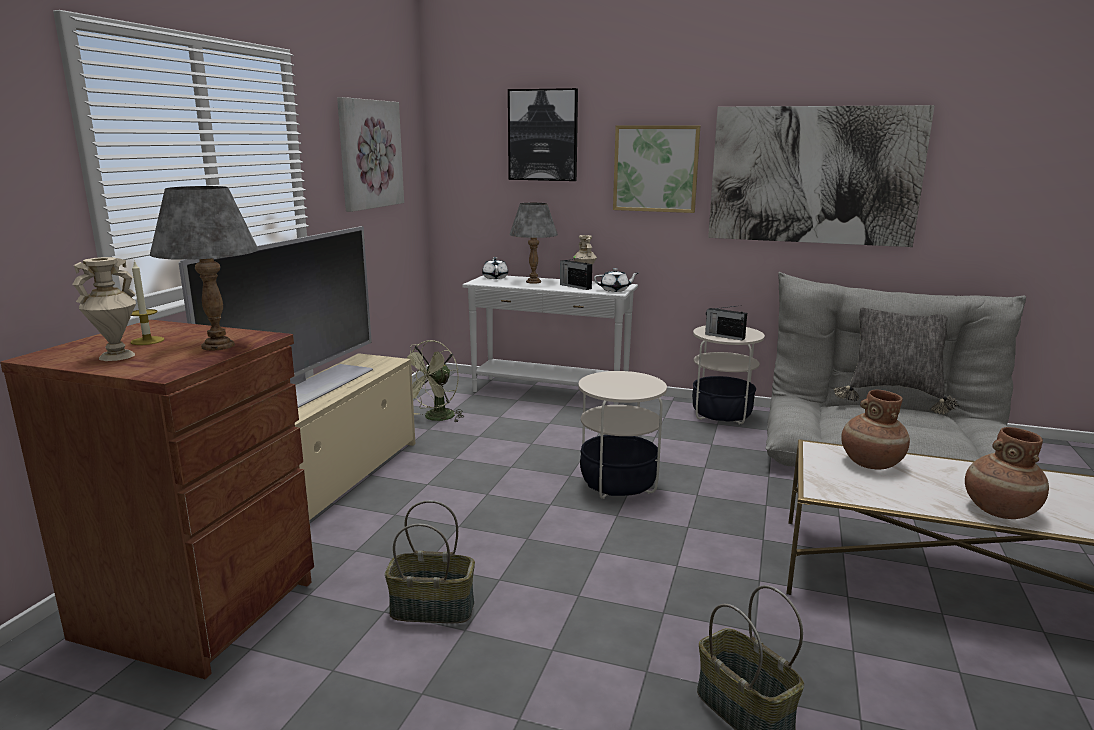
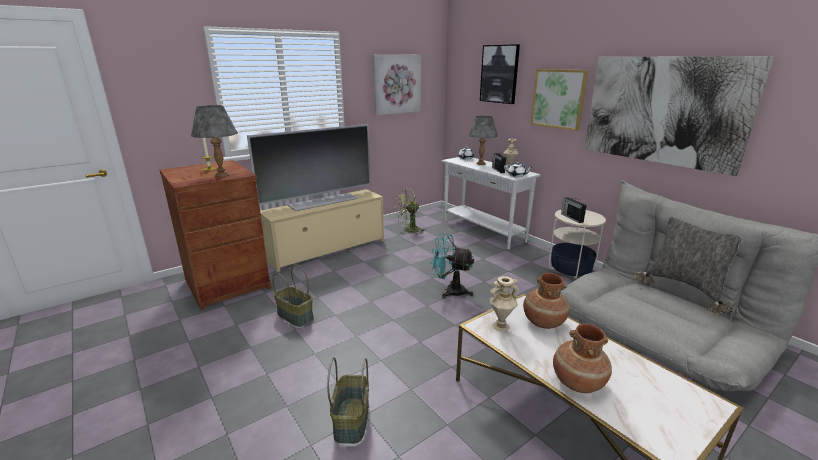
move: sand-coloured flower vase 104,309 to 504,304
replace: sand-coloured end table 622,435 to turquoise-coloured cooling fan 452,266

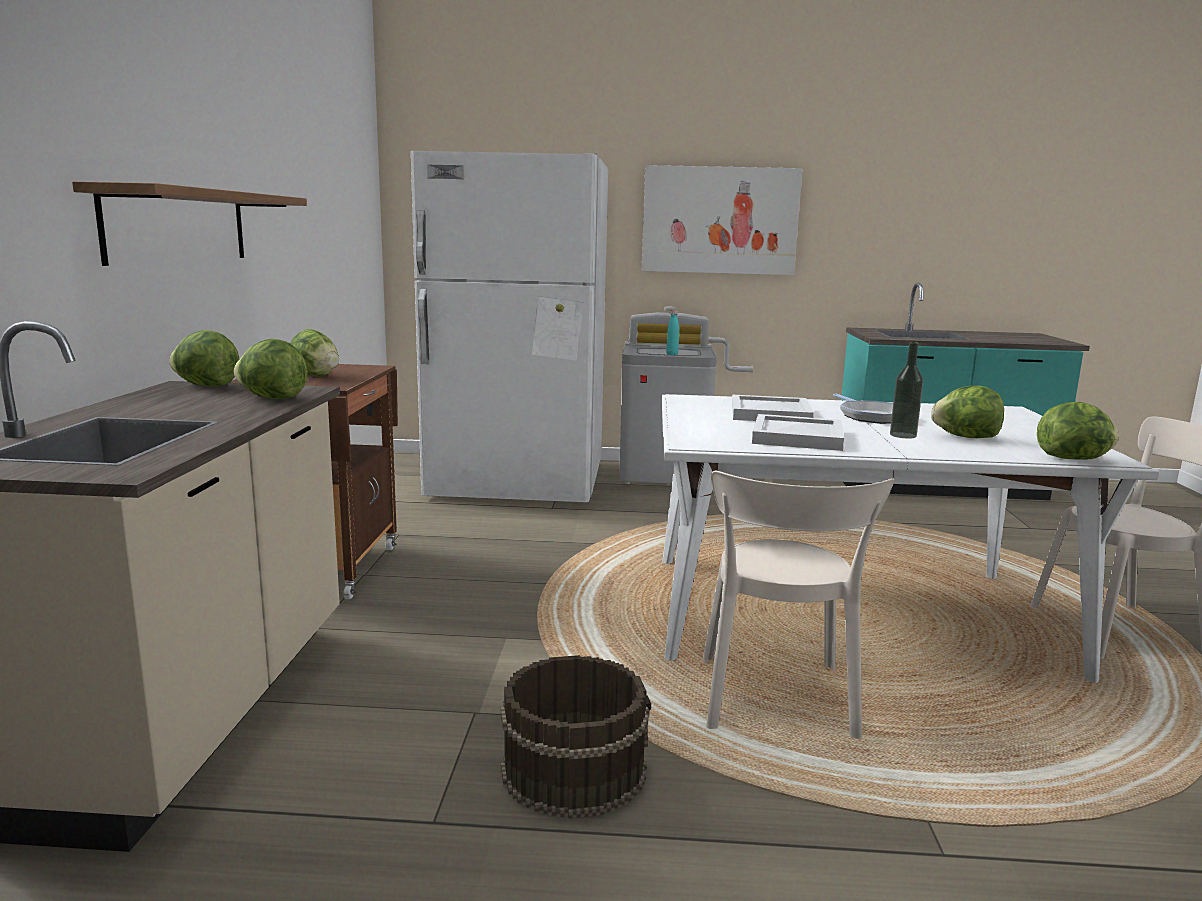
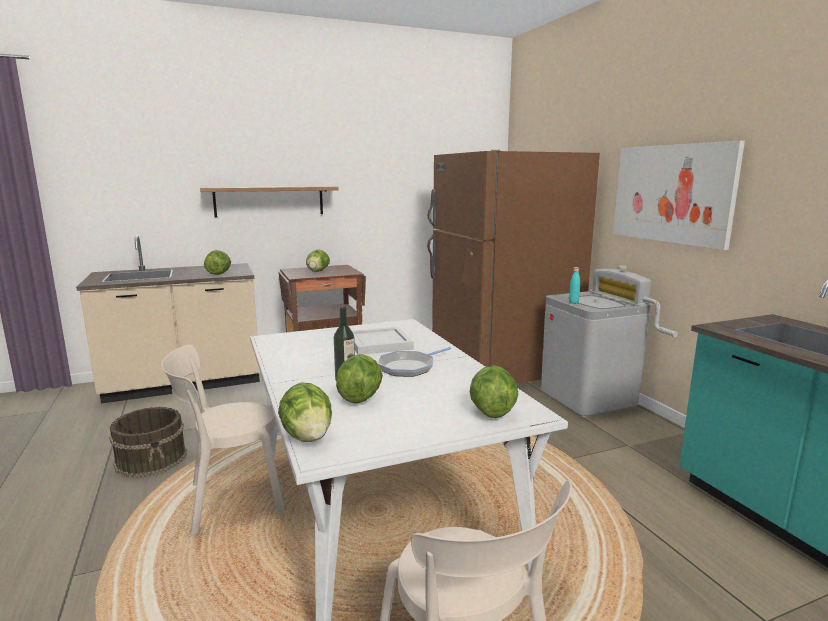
delete: white-coloured carrying tray 798,432
move: lettuce 204,358 to 493,391
recolor: white-coloured fridge 509,326 to brown-coloured fridge 513,266

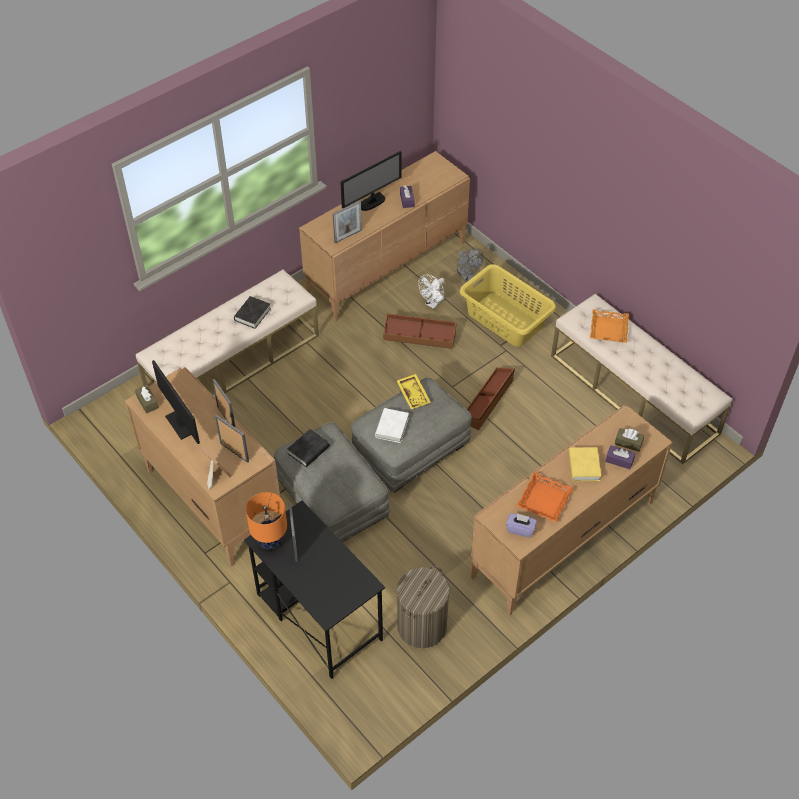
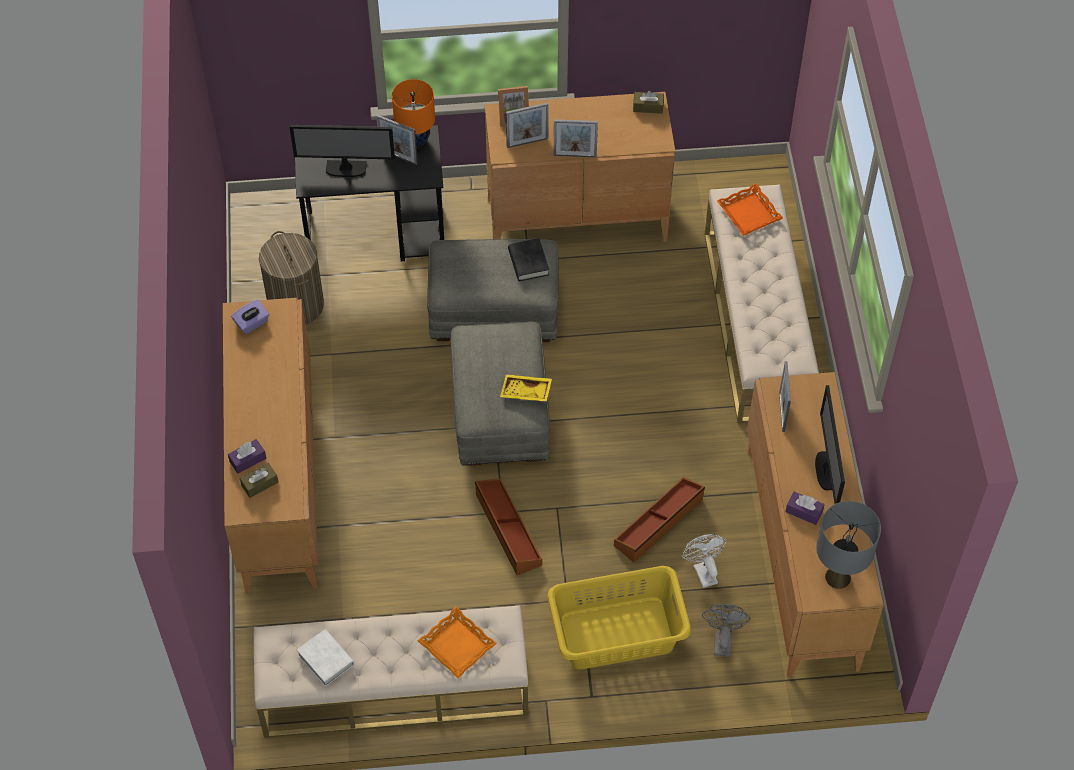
delete: blackish volume 252,312; yellowish volume 585,464
insert: gray table lamp 848,545
move: computer display 176,402 to 342,151; white-coloured volume 392,425 to 325,658; orange carrying tray 545,497 to 750,209
rotate: gray cooling fan 470,265 = 726,630 90 degrees clockwise

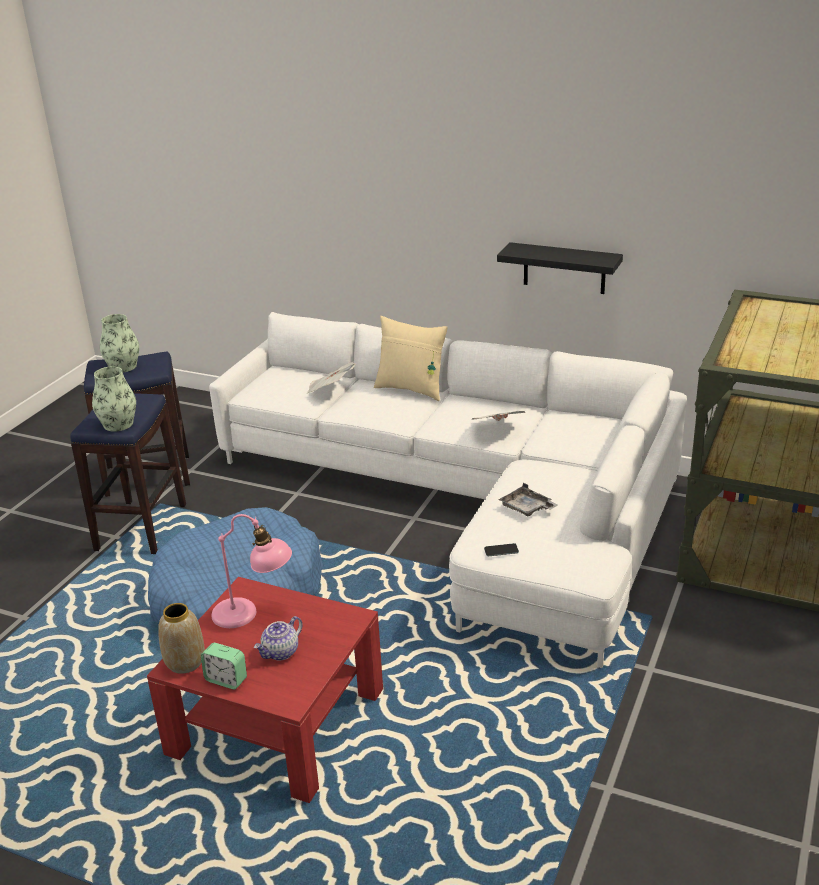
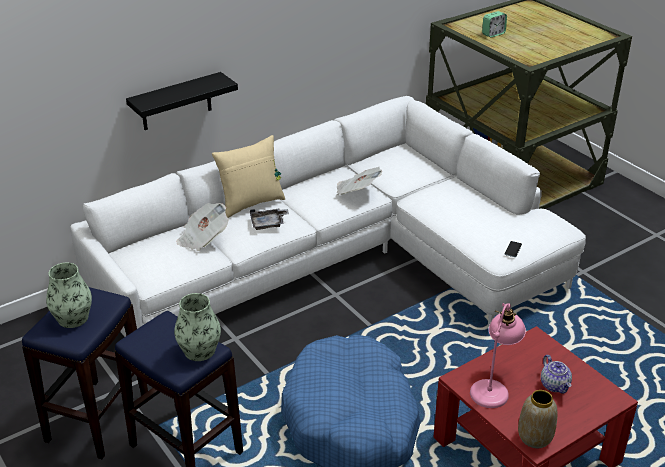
move: blackish shelf 560,268 to 182,101; gray carrying tray 527,500 to 269,219; table clock 224,666 to 494,24

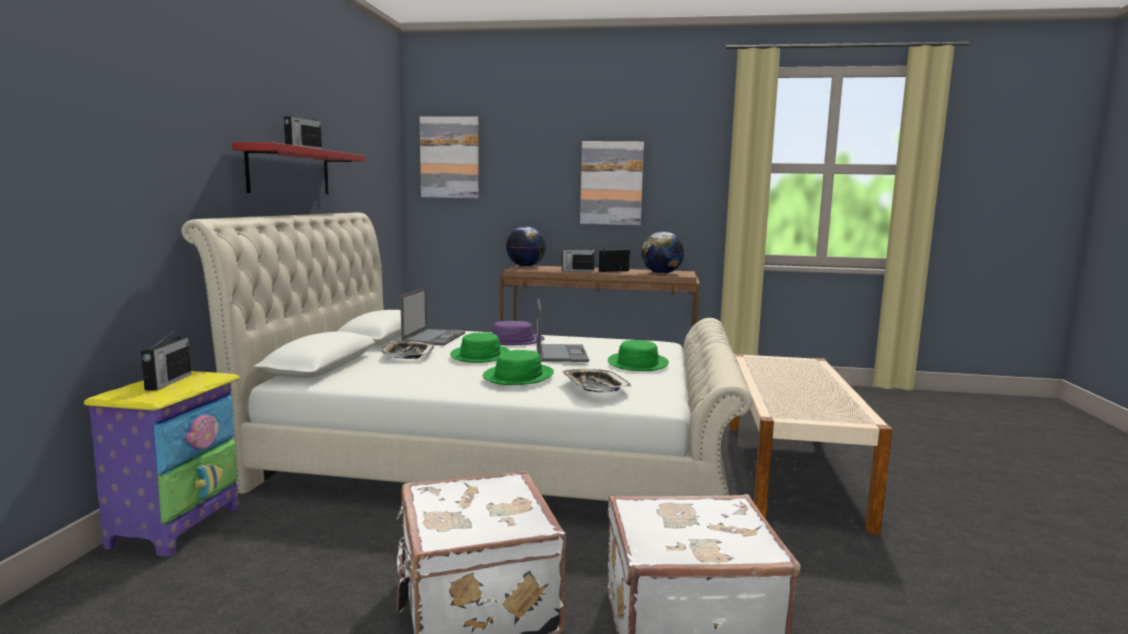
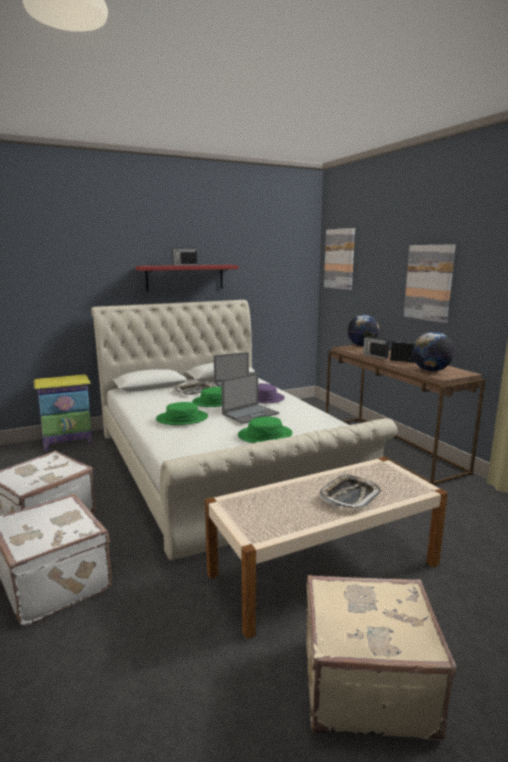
delete: radio receiver 166,360
insert: sand-coloured suitcase 381,657
move: carrying tray 596,380 to 350,492

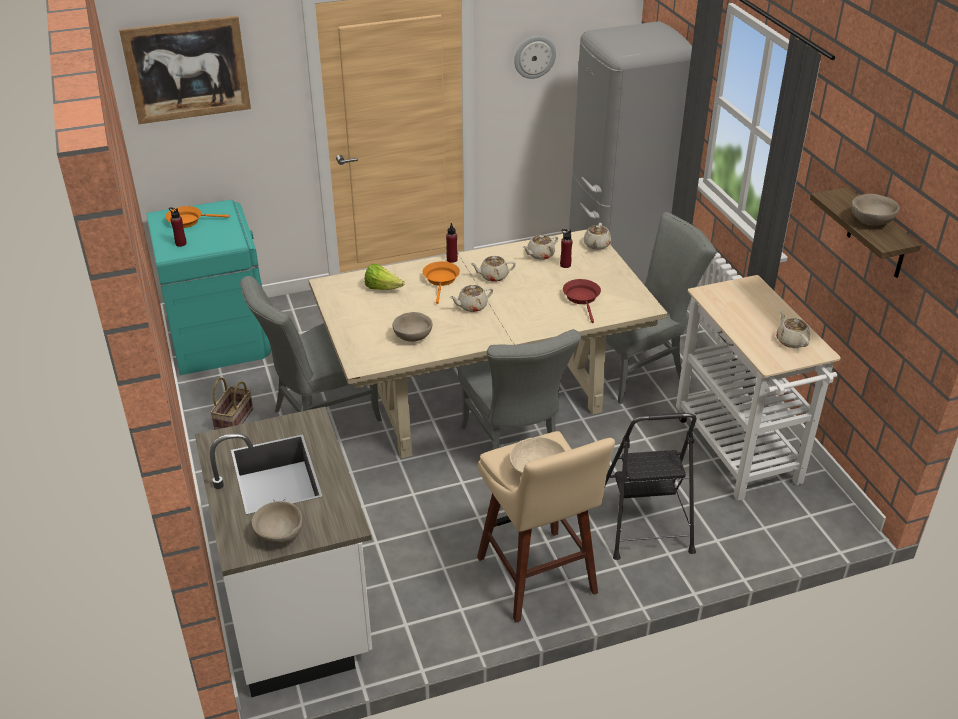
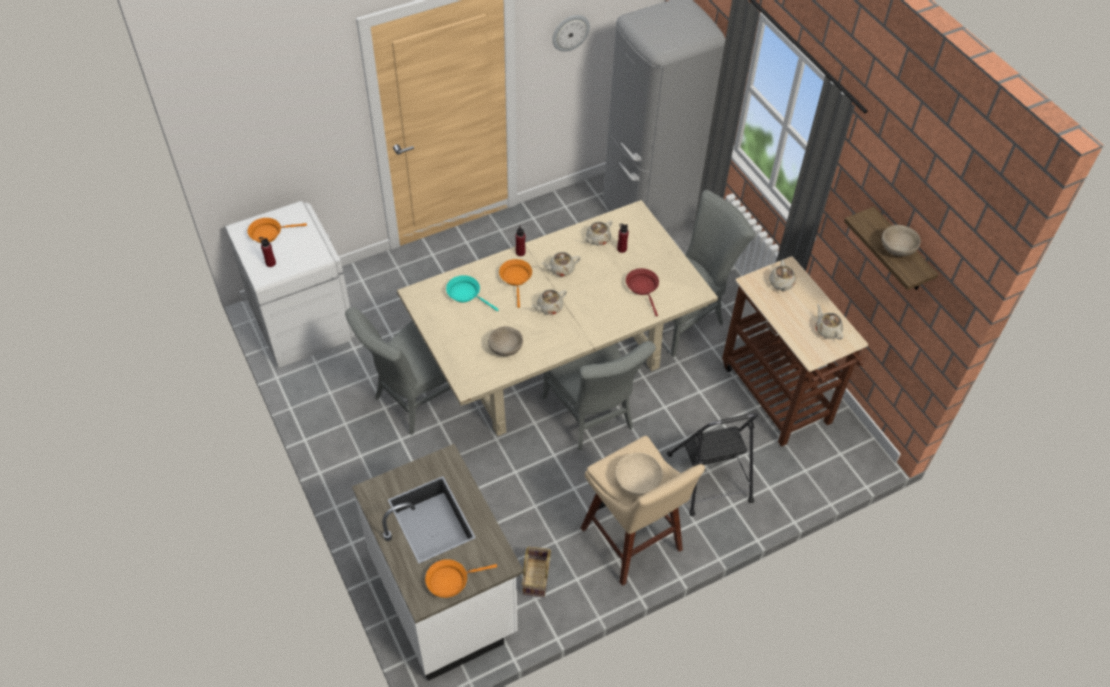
delete: wall art 185,70
move: household basket 231,404 to 536,572; sand-coloured tea pot 597,236 to 782,275
replace: sand-coloured serving bowl 277,523 to orange skillet 461,578; lettuce 385,277 to turquoise-coloured skillet 472,293
recolor: turquoise-coloured washing machine 208,287 to white-coloured washing machine 290,284; white-coloured cart 758,388 to brown-coloured cart 795,351

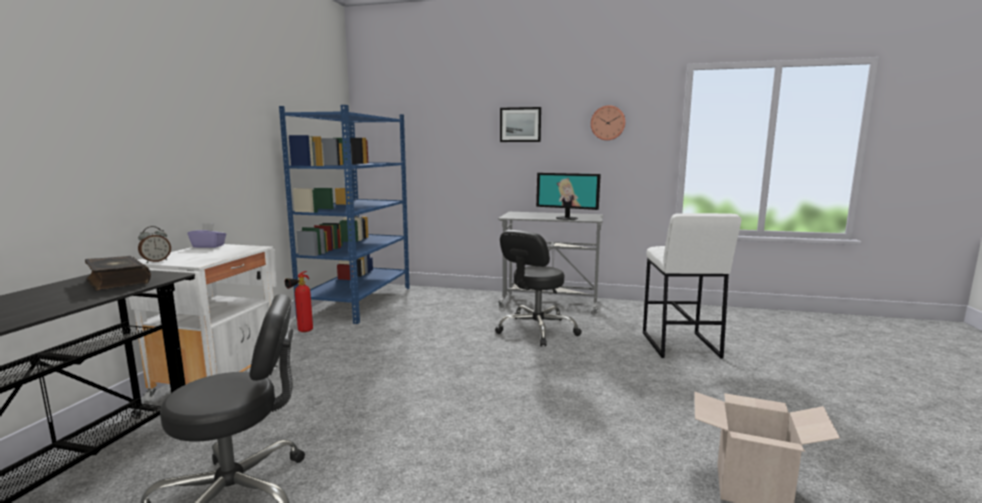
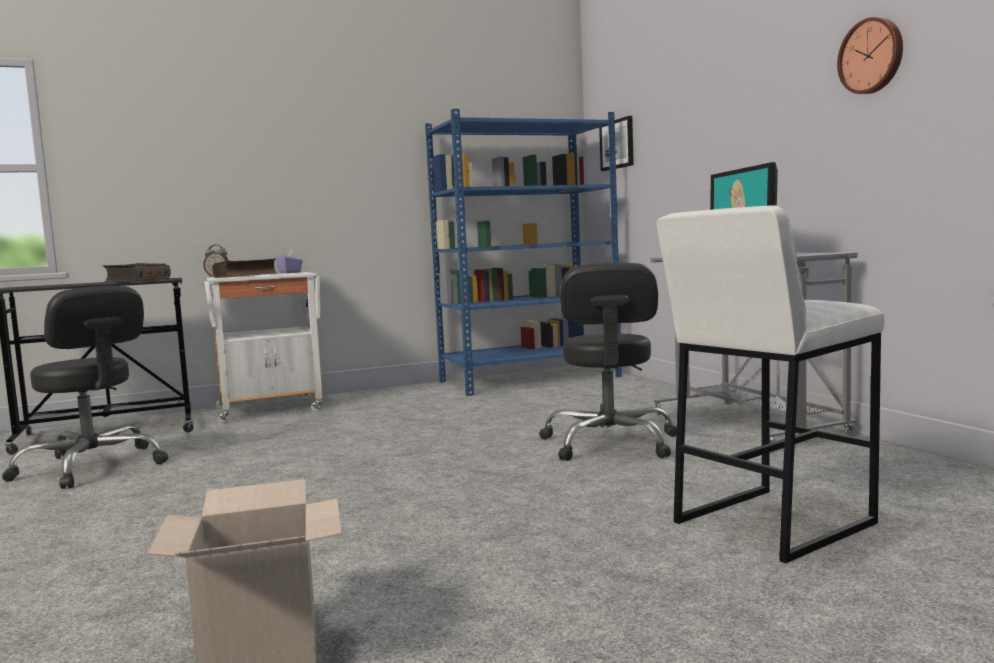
delete: fire extinguisher 299,301
insert: volume 244,268
move: wall art 520,124 to 616,143
rotate: blackish office chair 538,288 = 608,362 90 degrees counterclockwise

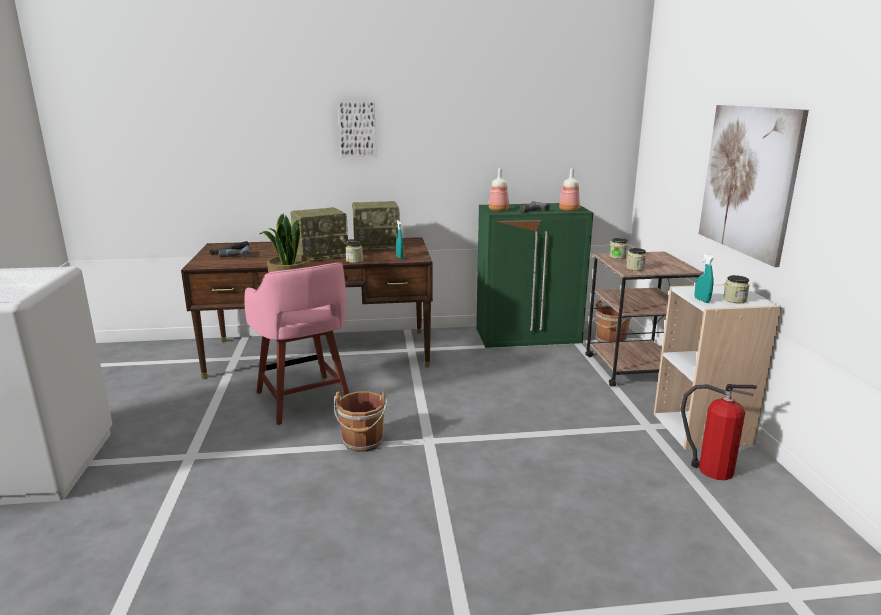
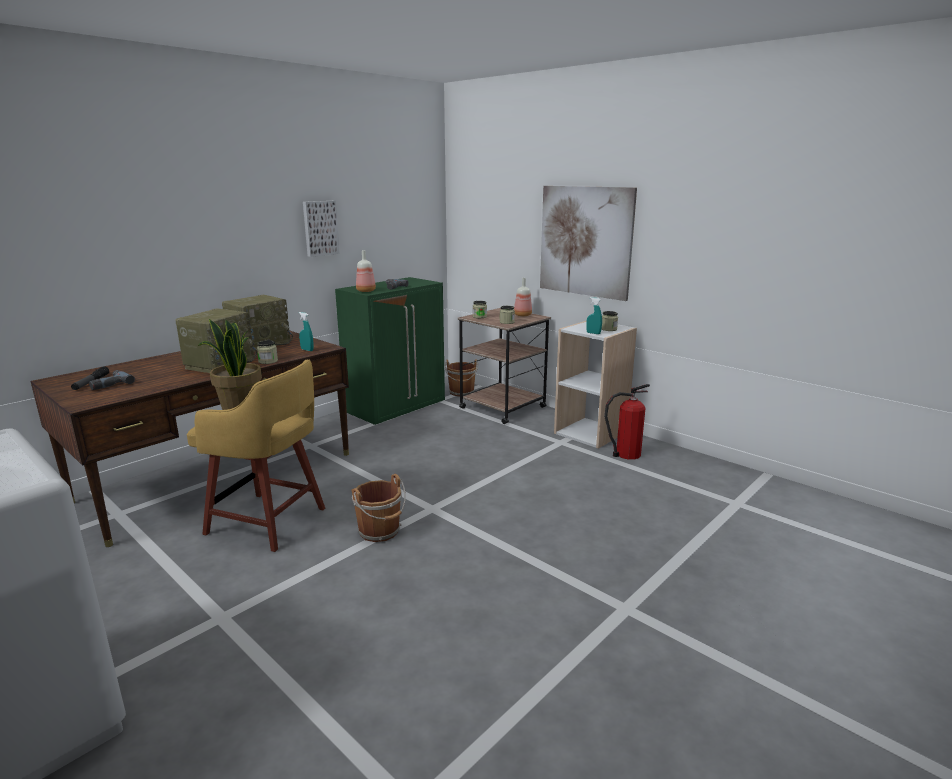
move: wall art 357,129 to 321,229; beverage bottle 569,190 to 523,297
recolor: pink-coloured stool seat 296,343 to yellowish stool seat 256,455

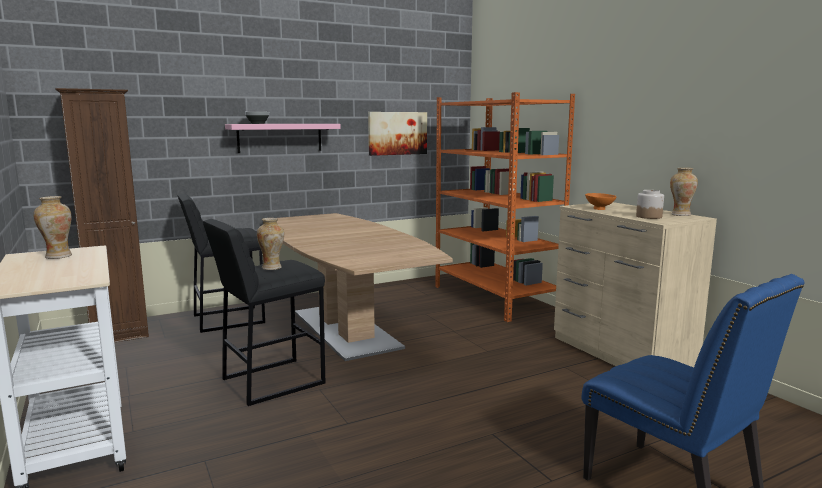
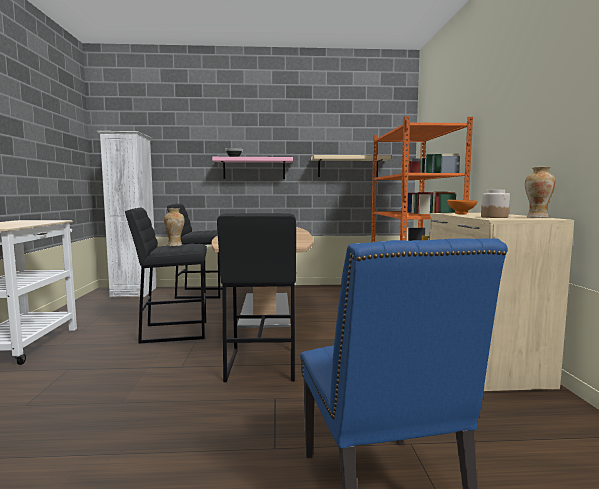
delete: flower vase 52,227
insert: blackish stool seat 256,297
replace: wall art 397,134 to sand-coloured shelf 351,166
recolor: brown-coloured cabinet 102,215 to white-coloured cabinet 127,214

